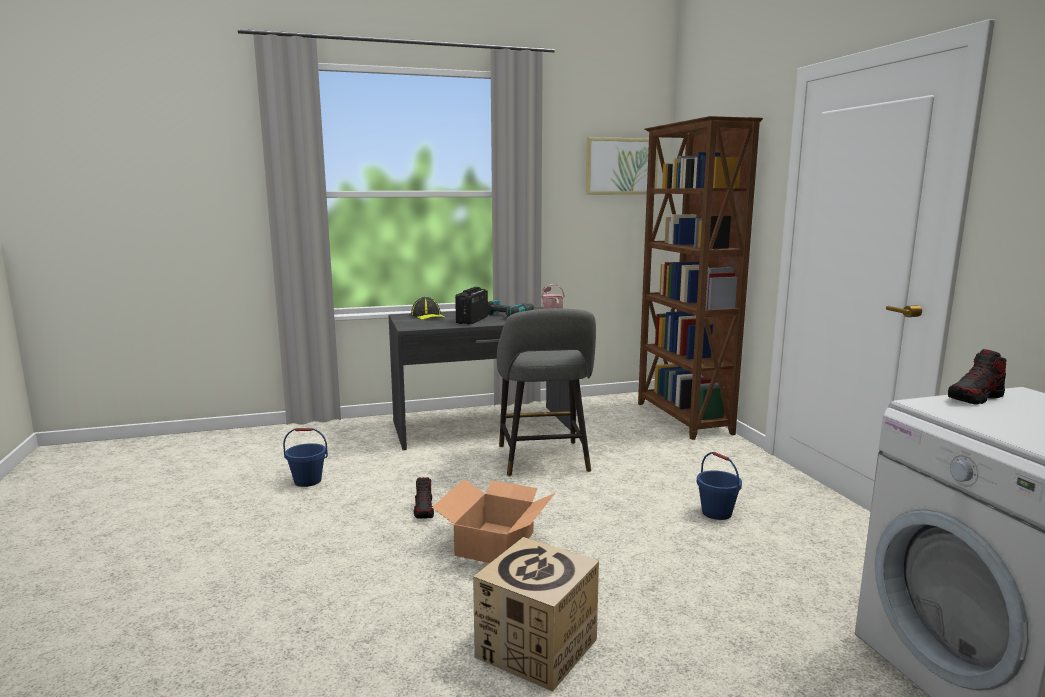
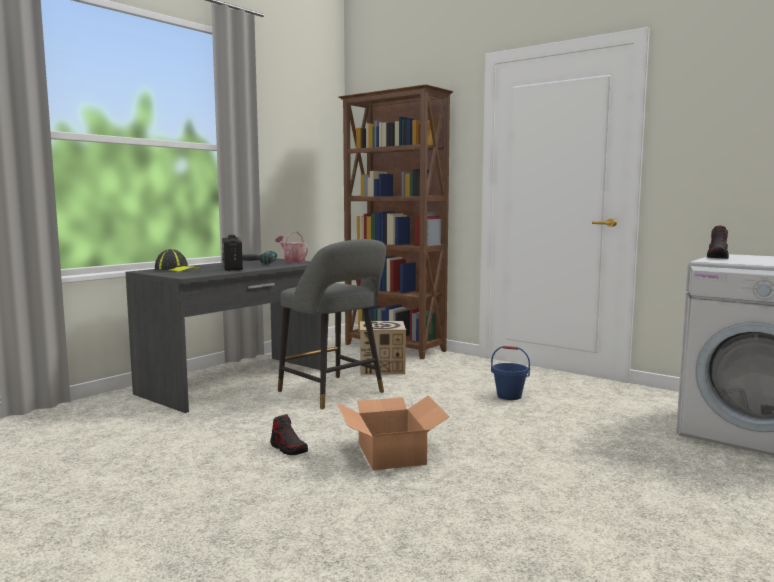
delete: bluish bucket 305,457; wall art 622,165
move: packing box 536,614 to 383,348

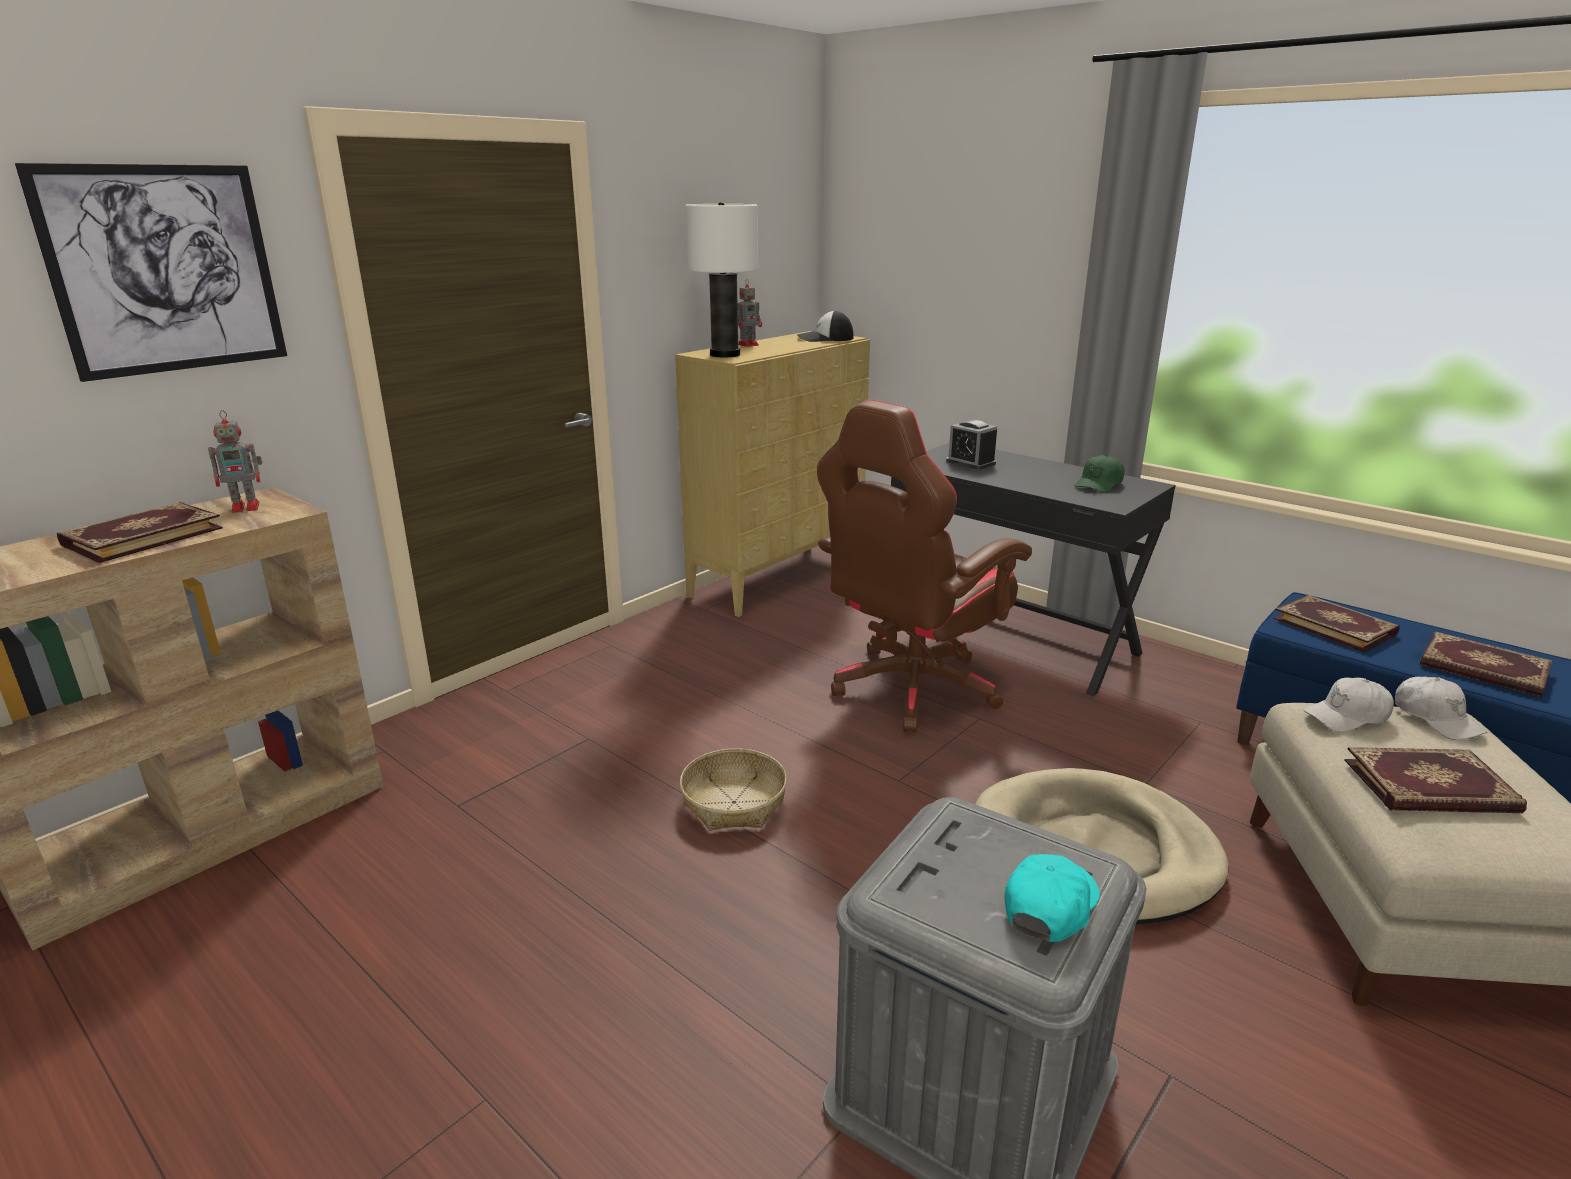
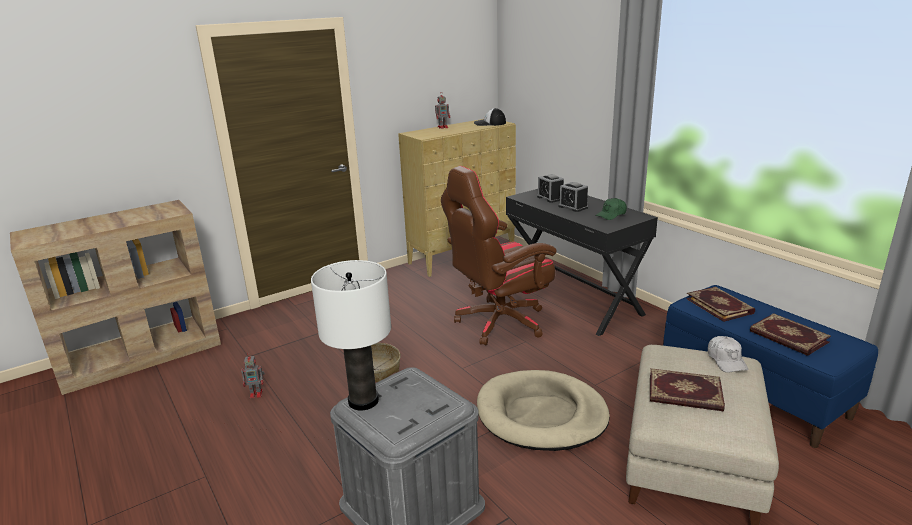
delete: wall art 151,272; volume 140,532; turquoise-coloured baseball cap 1052,898; white-coloured baseball cap 1348,705
insert: table clock 573,197
move: robot figure 235,461 to 253,376; white-coloured table lamp 721,279 to 351,335

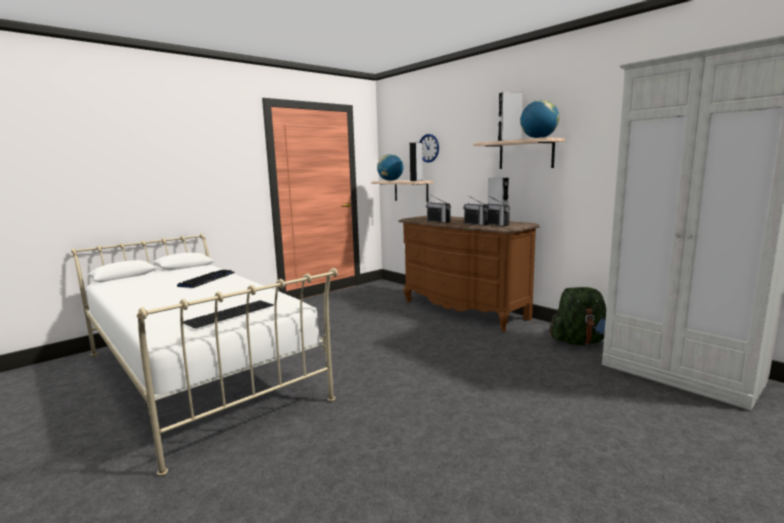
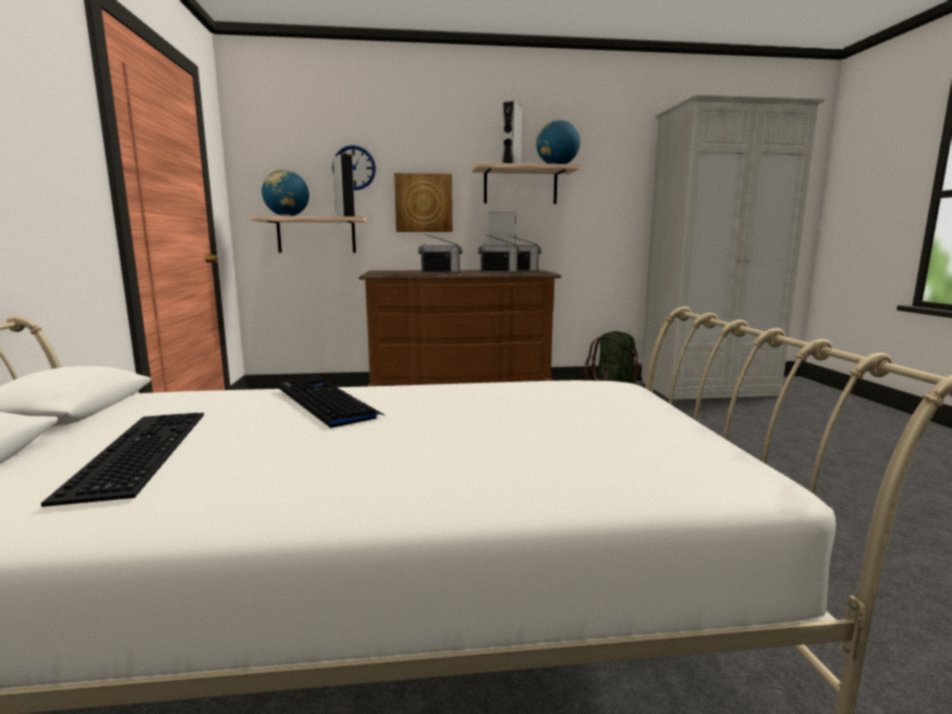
insert: wall art 423,202
move: computer keyboard 228,314 to 122,460

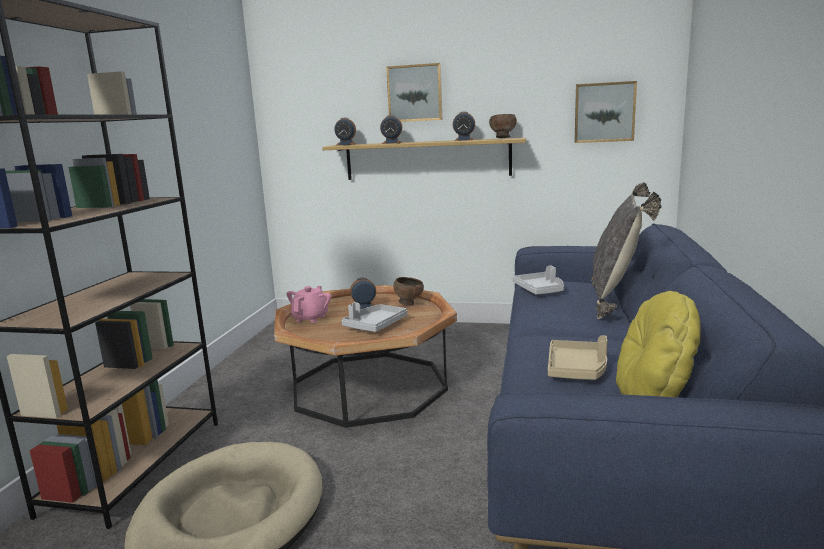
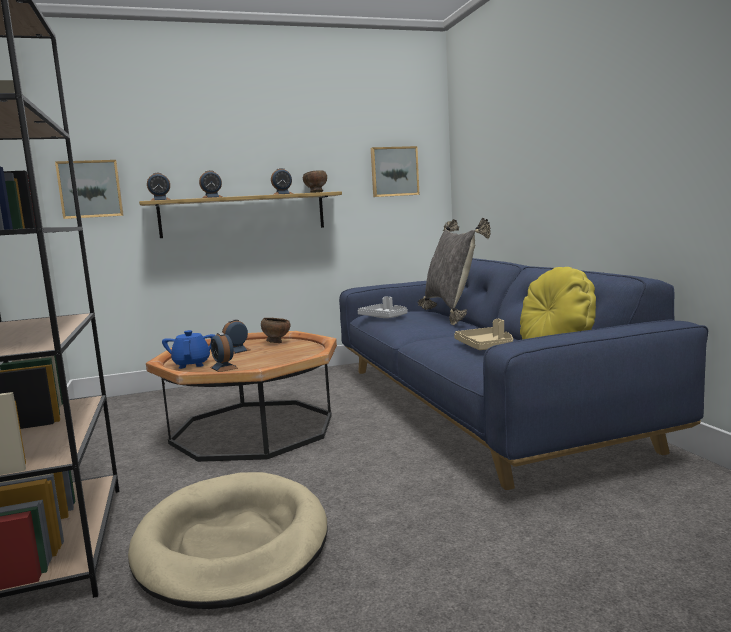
delete: gray carrying tray 374,317
insert: table clock 224,352
move: wall art 414,92 to 89,189
recolor: pink-coloured tea pot 309,304 to bluish tea pot 188,349

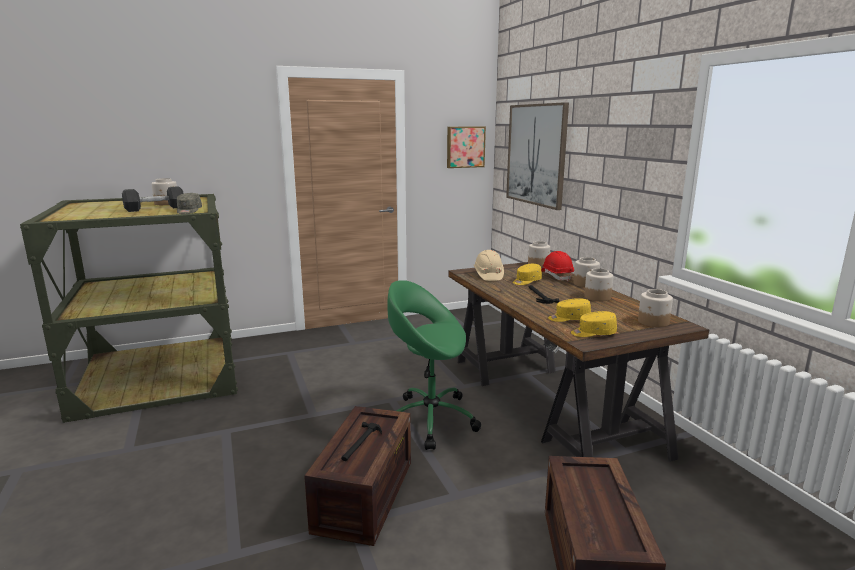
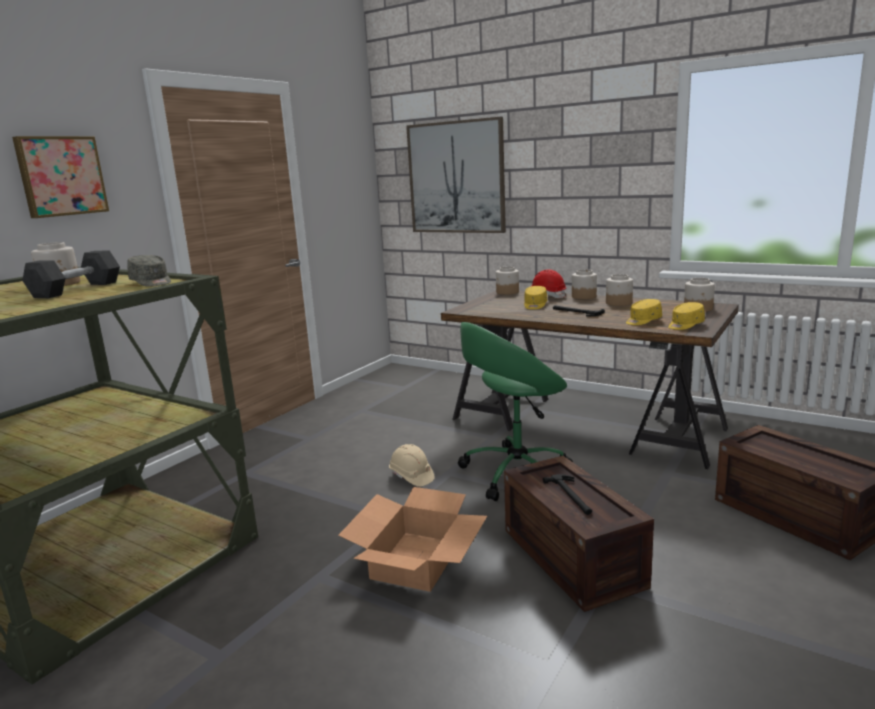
insert: packing box 412,539
move: wall art 466,147 to 60,177; sand-coloured hard hat 489,265 to 412,465

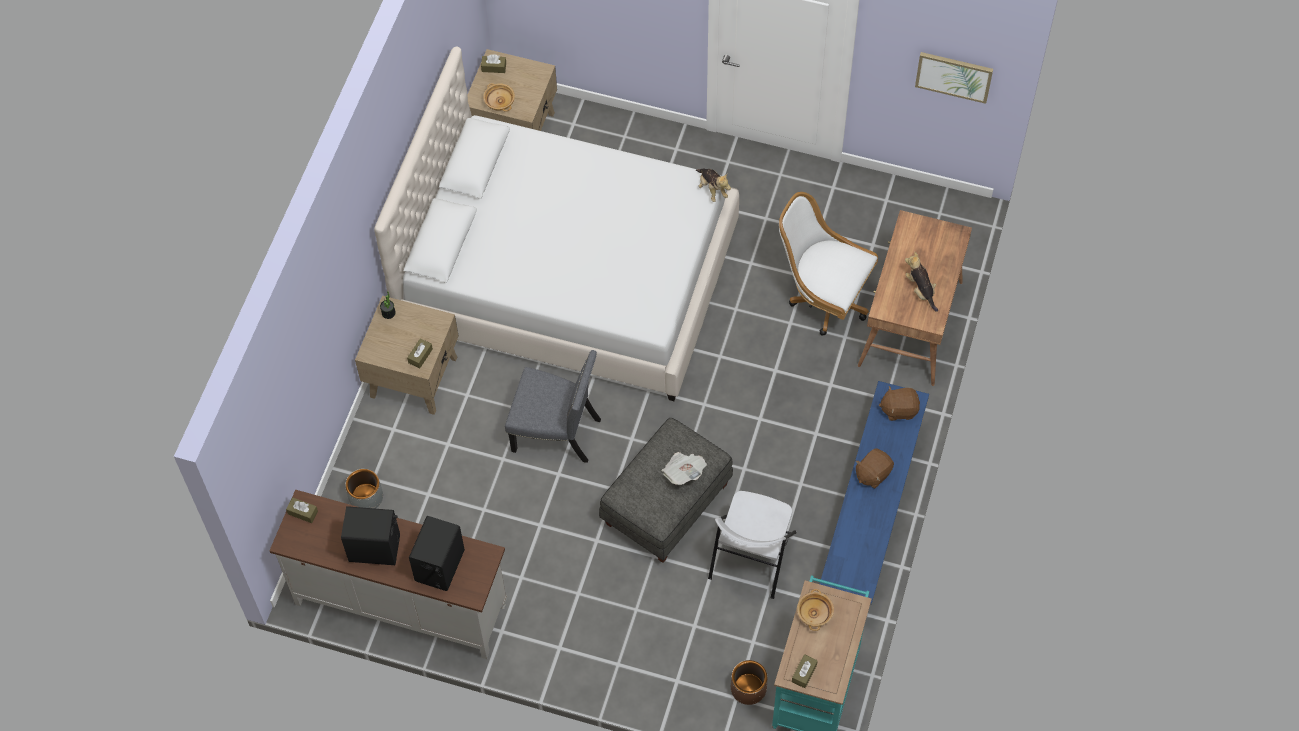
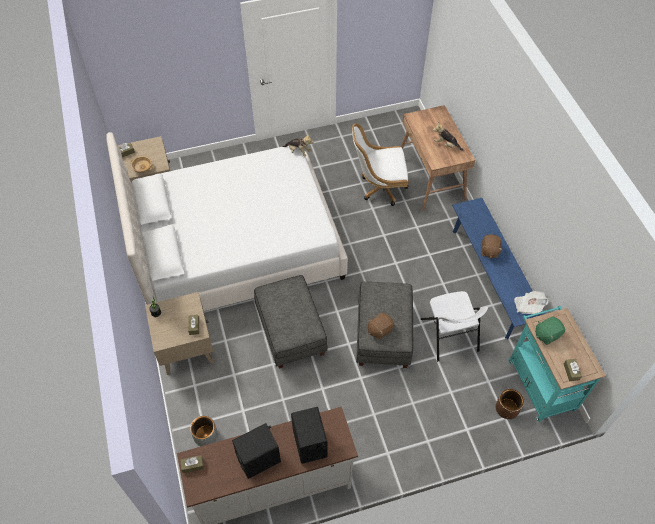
delete: wall art 954,78
move: brown-coloured cuddly toy 899,403 to 381,326; newspaper 684,468 to 531,302
replace: gray chair 553,406 to gray footrest 290,322; sand-coloured serving bowl 815,610 to green cuddly toy 550,330

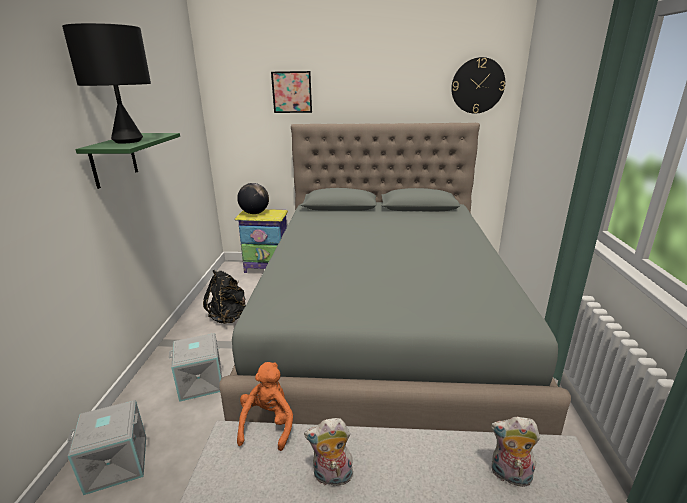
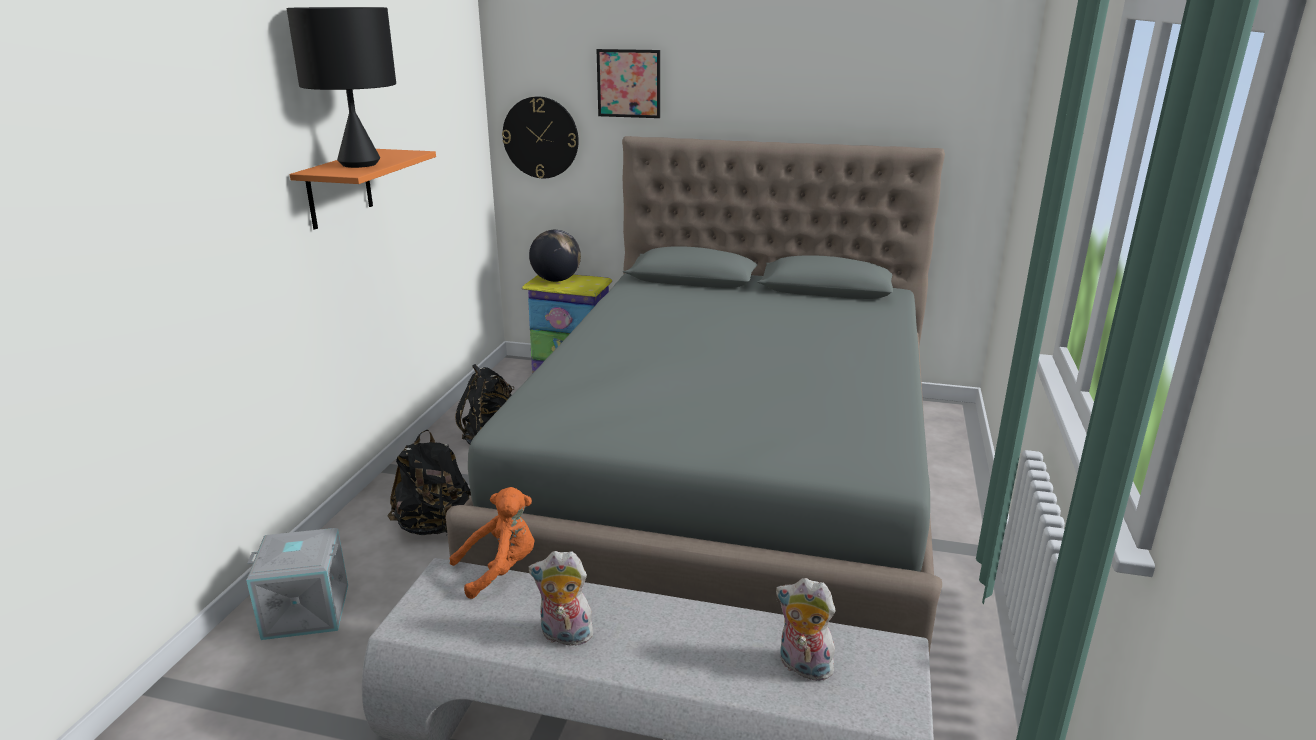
move: hanging clock 478,85 to 540,137
replace: gray storage box 195,367 to blackish backpack 429,482
recolor: green shelf 128,161 to orange shelf 363,189
rotate: orange cuddly toy 265,406 = 492,543 45 degrees clockwise

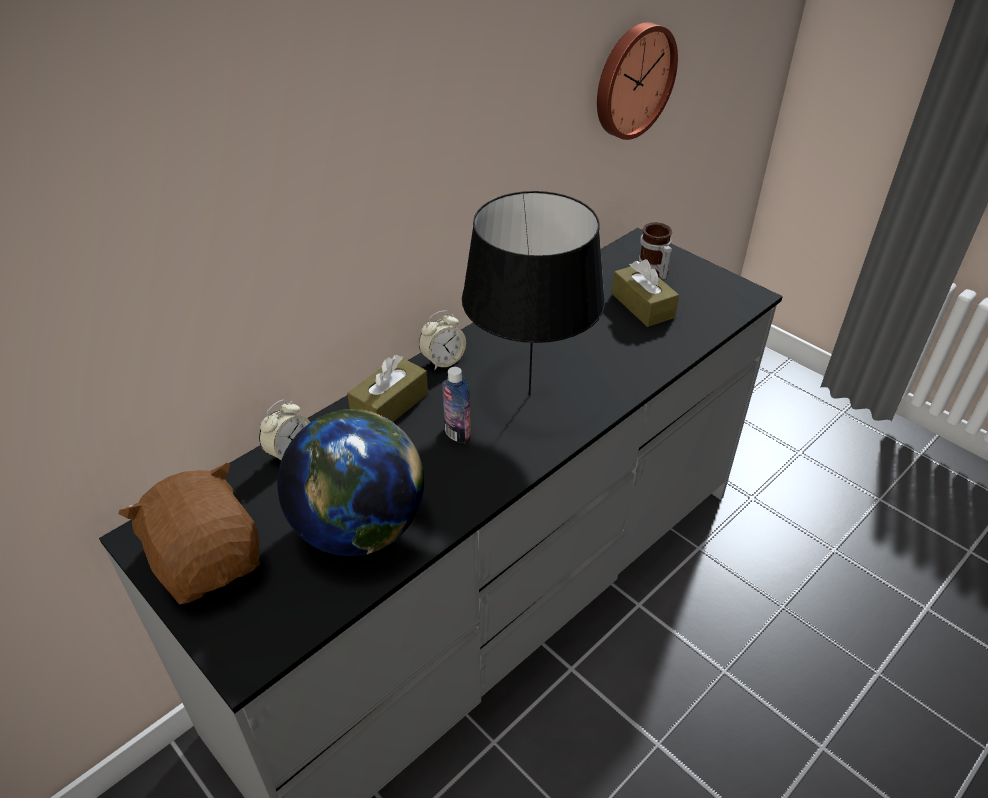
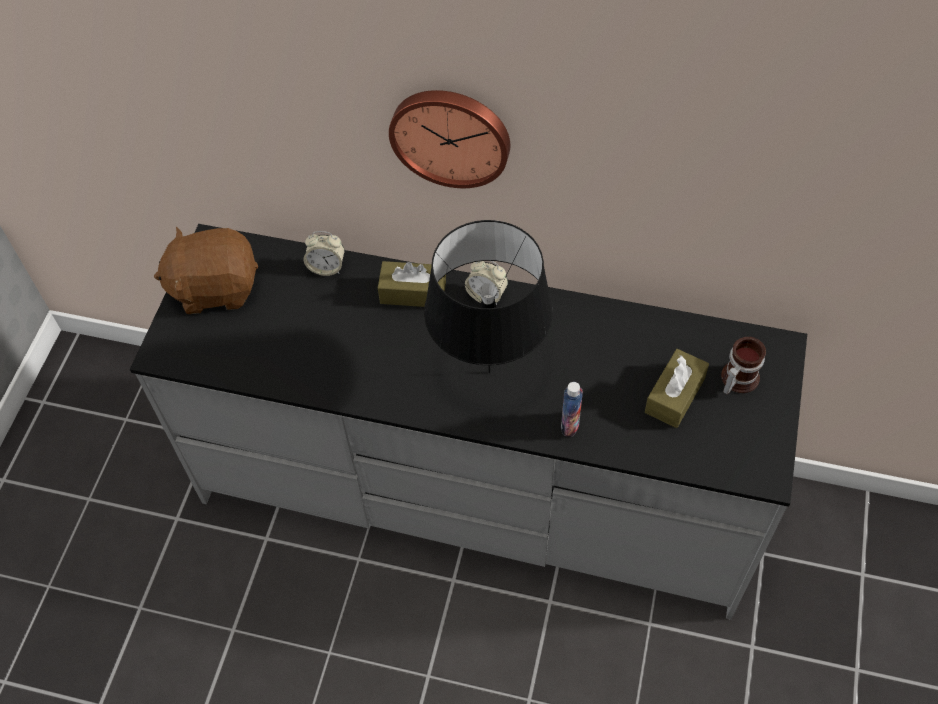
delete: globe 350,482
move: hanging clock 637,81 to 449,139; beverage bottle 456,405 to 572,409
rotate: brown-coloured cuddly toy 189,534 = 206,270 120 degrees counterclockwise

